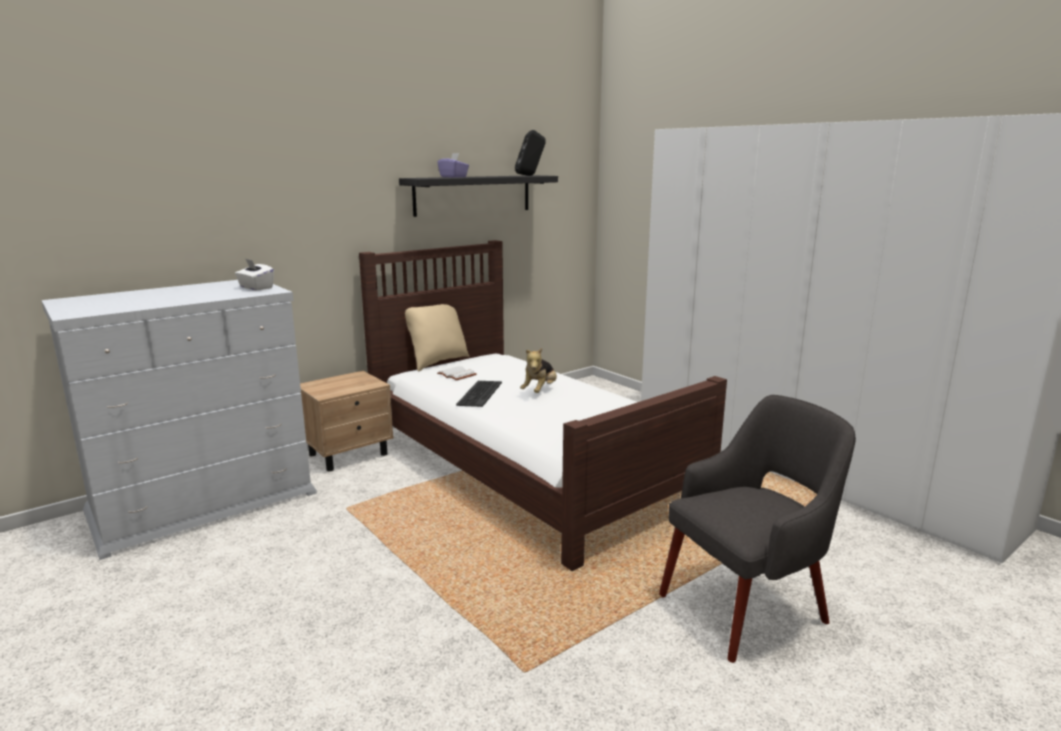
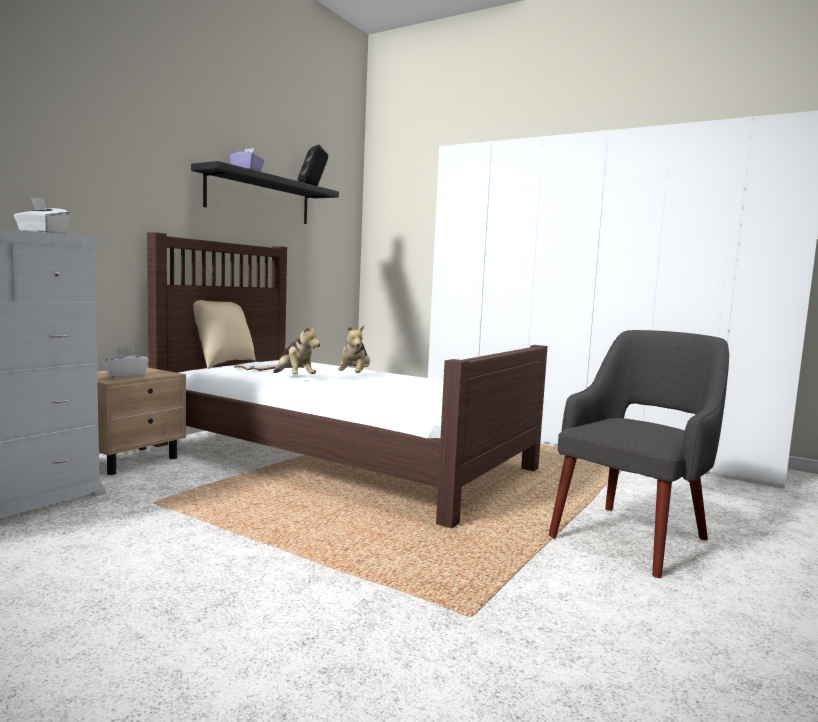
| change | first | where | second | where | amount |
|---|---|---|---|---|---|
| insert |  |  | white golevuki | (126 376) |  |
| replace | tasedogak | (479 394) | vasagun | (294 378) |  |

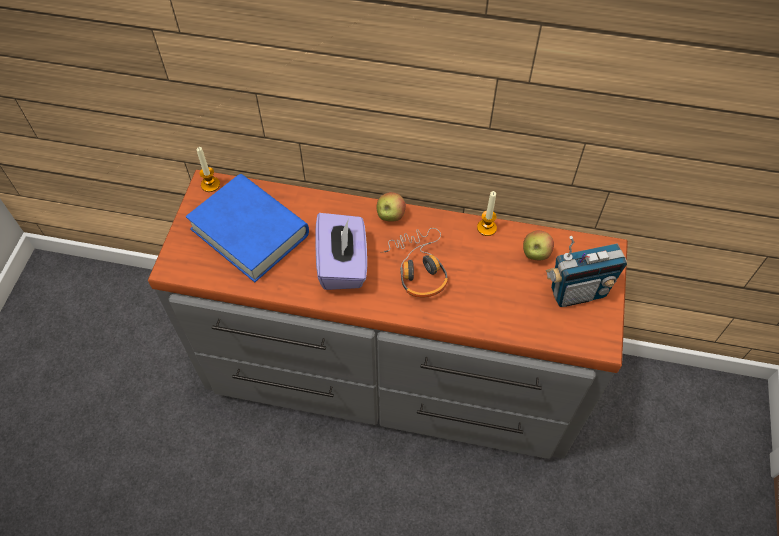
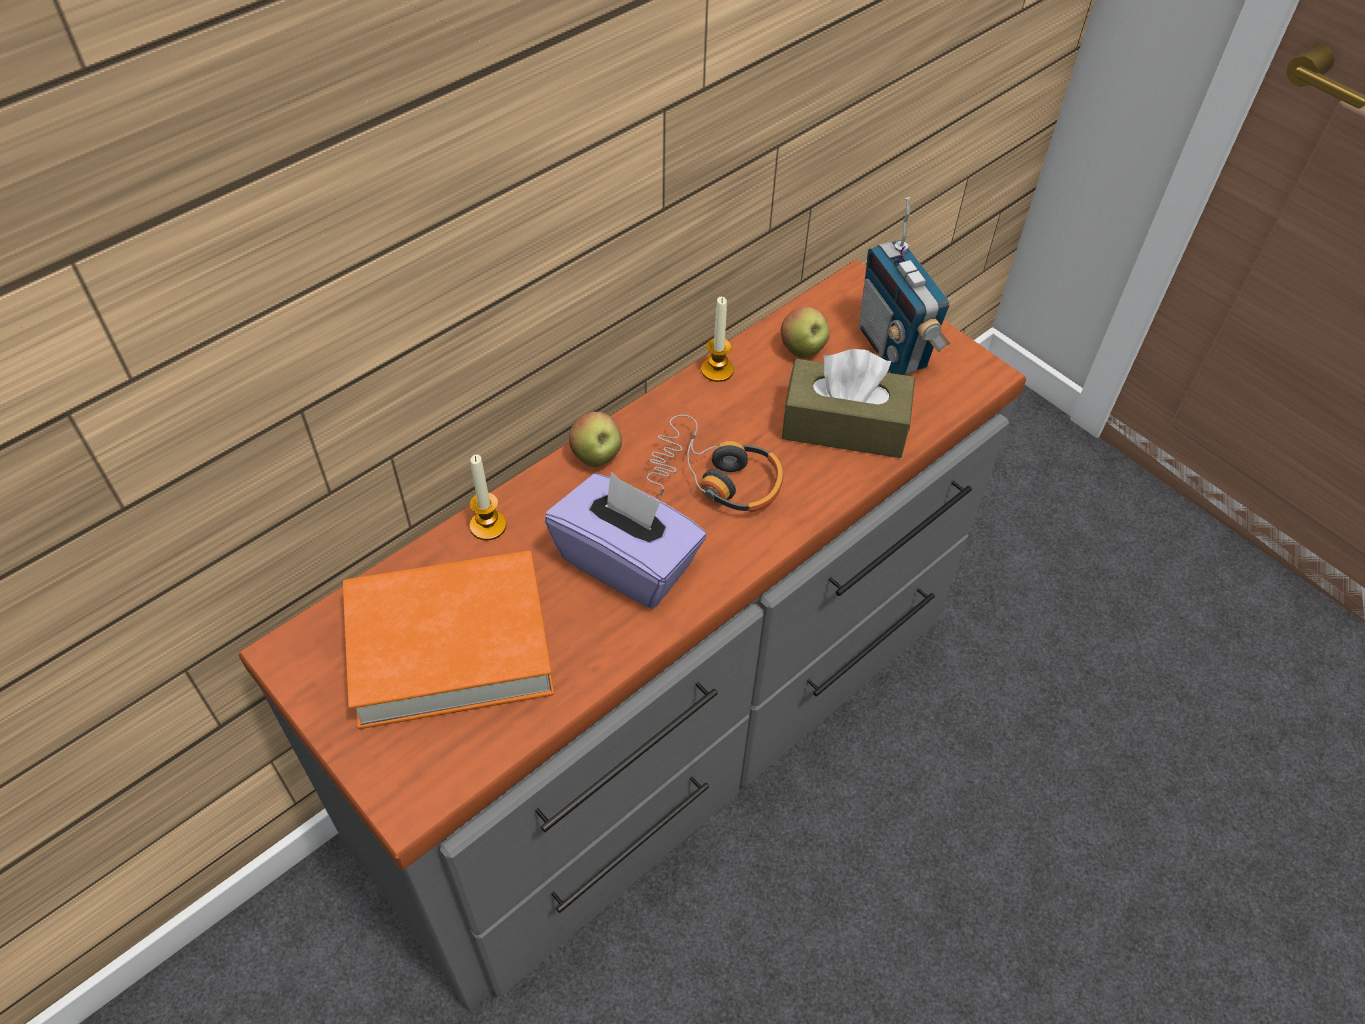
| change | first | where | second | where | amount |
|---|---|---|---|---|---|
| insert |  |  | brown golevuki | (844 425) |  |
| move | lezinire | (210 184) |  | (488 526) |  |
| recolor | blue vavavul | (250 232) | orange vavavul | (450 646) |  |
| rotate | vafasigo | (577 292) |  | (893 348) | 135 degrees clockwise |

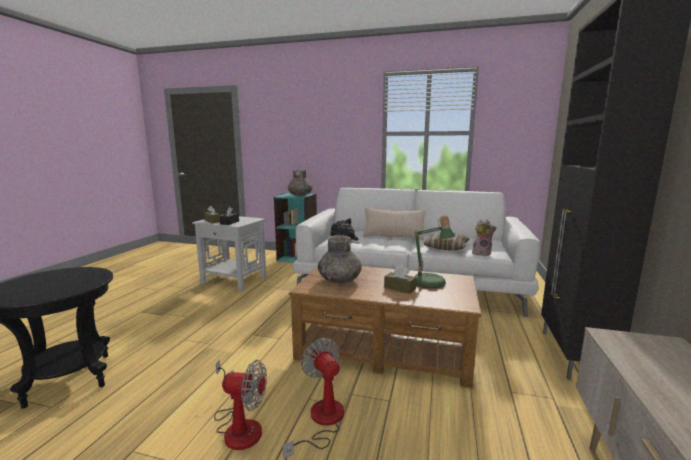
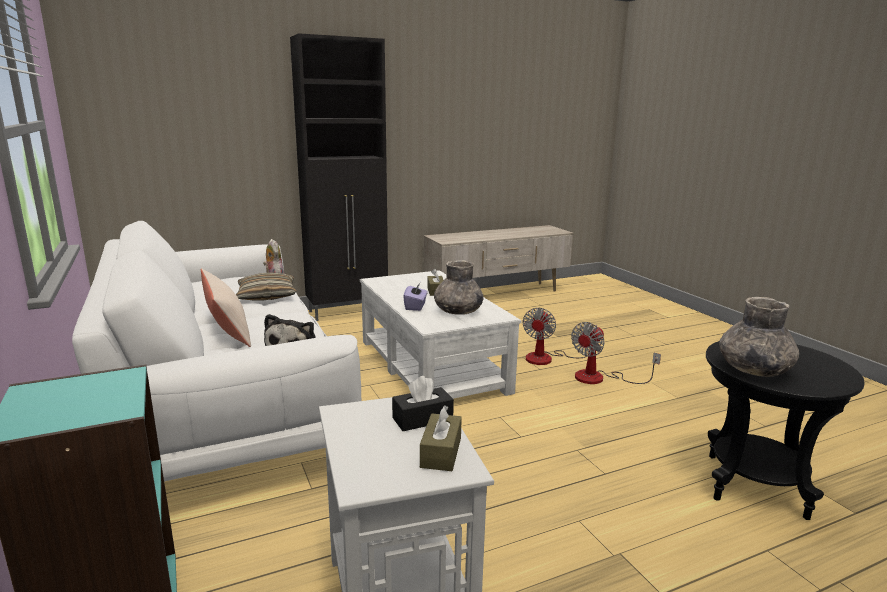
| change | first | where | second | where | amount |
|---|---|---|---|---|---|
| delete | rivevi | (430 284) |  |  |  |
| insert |  |  | purple golevuki | (415 306) |  |
| move | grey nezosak | (300 195) |  | (753 369) |  |
| recolor | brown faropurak | (385 348) | white faropurak | (432 365) |  |
| rotate | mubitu | (239 426) |  | (600 378) | 105 degrees counterclockwise |

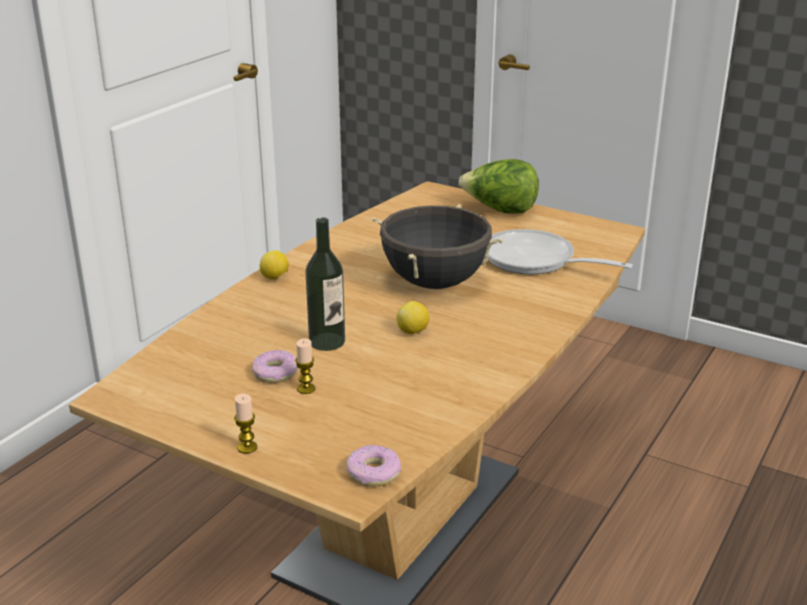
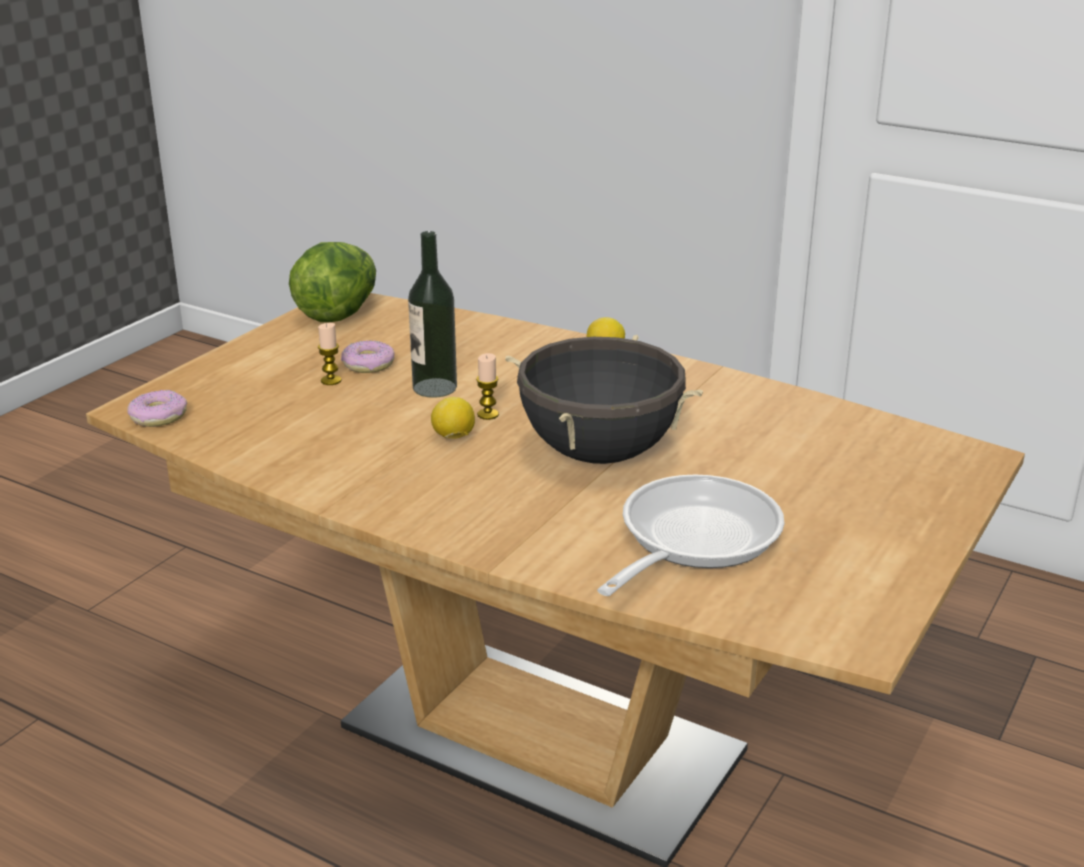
| change | first | where | second | where | amount |
|---|---|---|---|---|---|
| move | lezinire | (247 447) |  | (488 414) |  |
| move | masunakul | (500 210) |  | (338 312) |  |

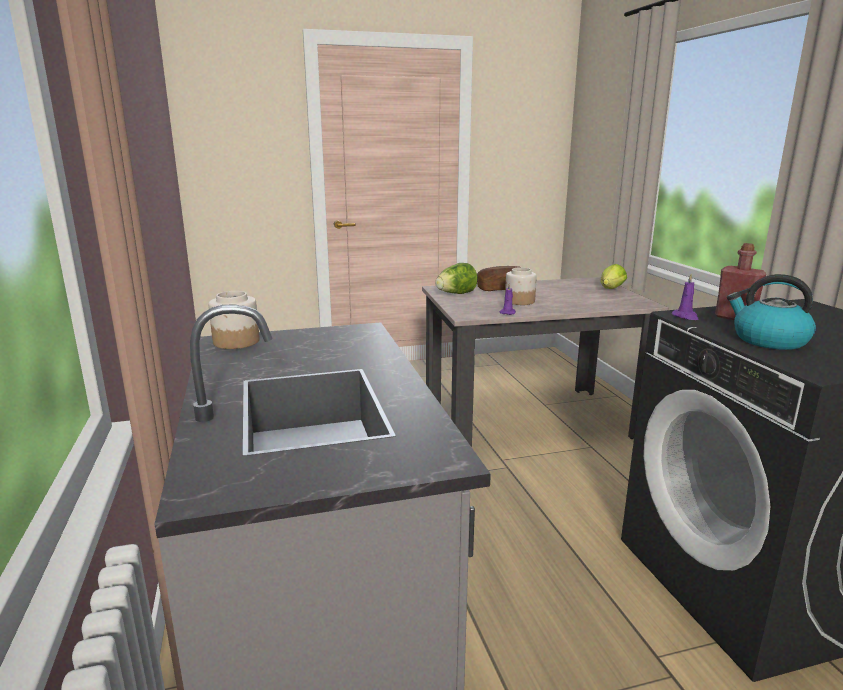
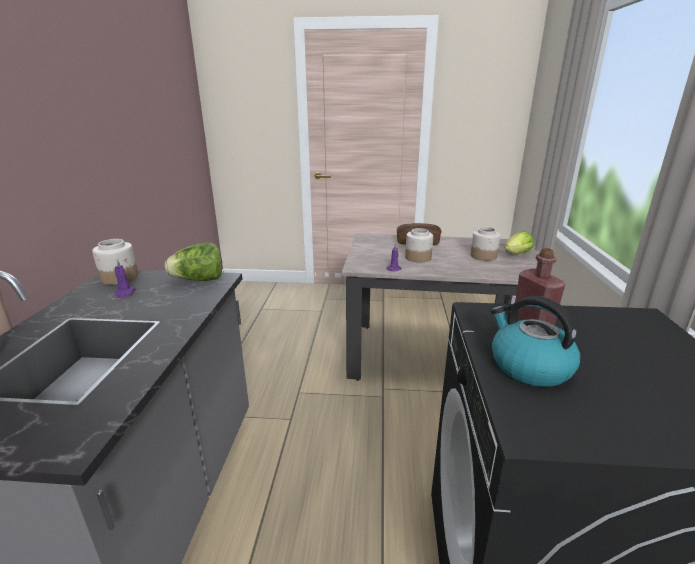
| change | first | where | second | where | amount |
|---|---|---|---|---|---|
| insert |  |  | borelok | (483 256) |  |
| move | masunakul | (456 294) |  | (199 280) |  |
| move | purple lezinire | (685 317) |  | (125 293) |  |

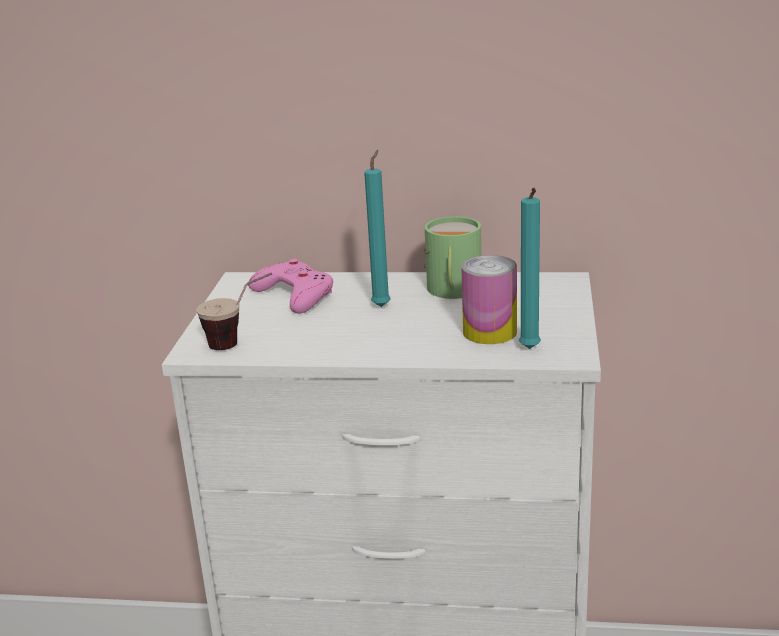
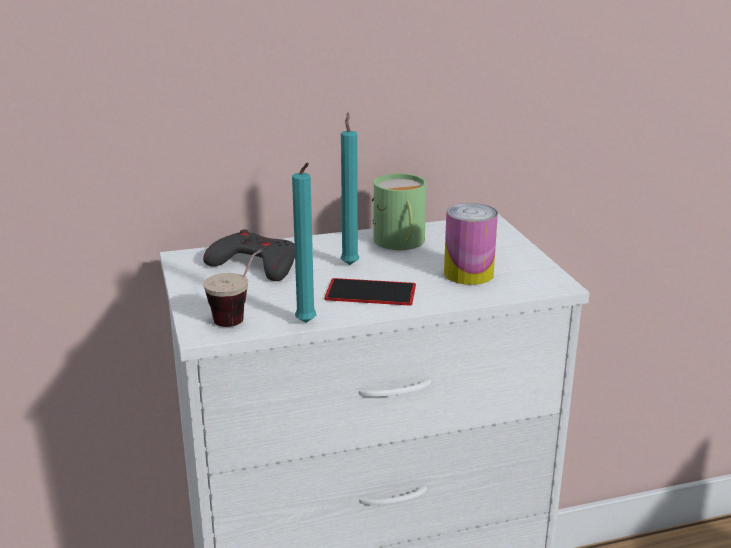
| change | first | where | second | where | amount |
|---|---|---|---|---|---|
| insert |  |  | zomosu | (370 292) |  |
| move | turquoise lezinire | (529 350) |  | (307 324) |  |
| recolor | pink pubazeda | (295 294) | grey pubazeda | (255 264) |  |

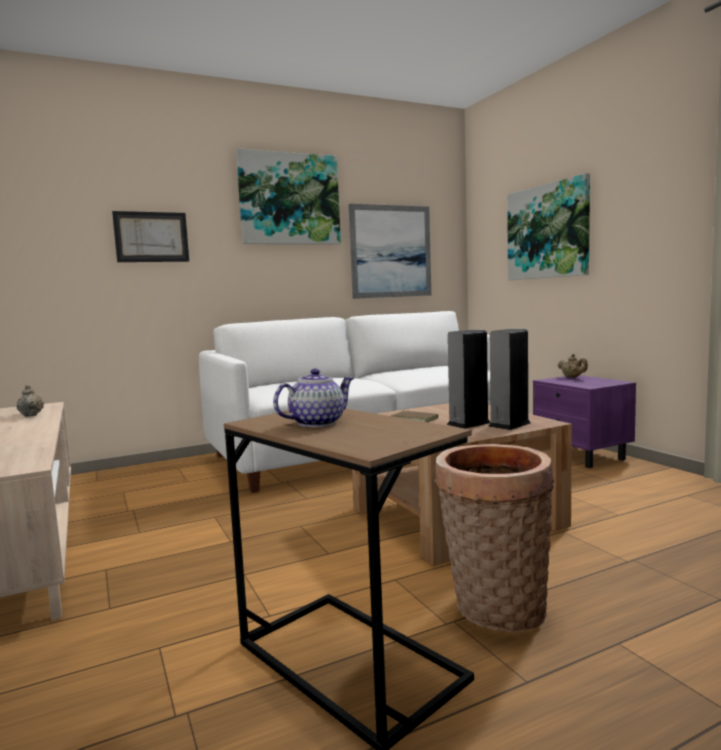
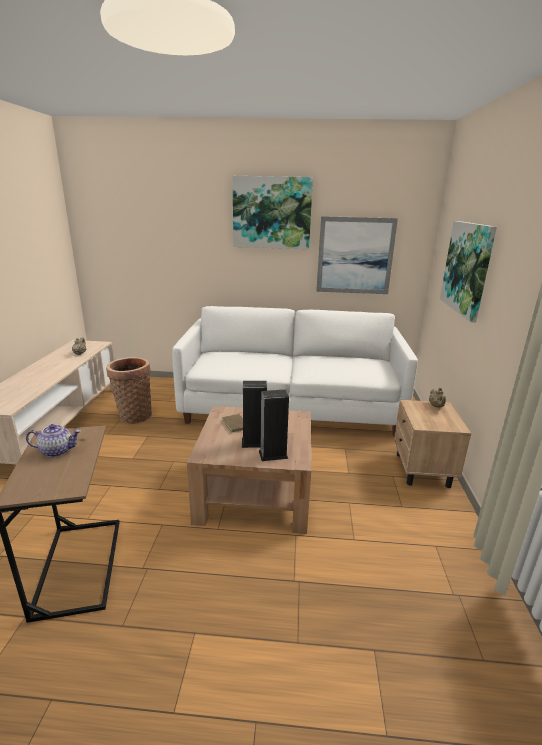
| change | first | where | second | where | amount |
|---|---|---|---|---|---|
| delete | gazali | (151 237) |  |  |  |
| move | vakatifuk | (494 608) |  | (134 415) |  |
| recolor | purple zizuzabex | (582 456) | beige zizuzabex | (422 470) |  |

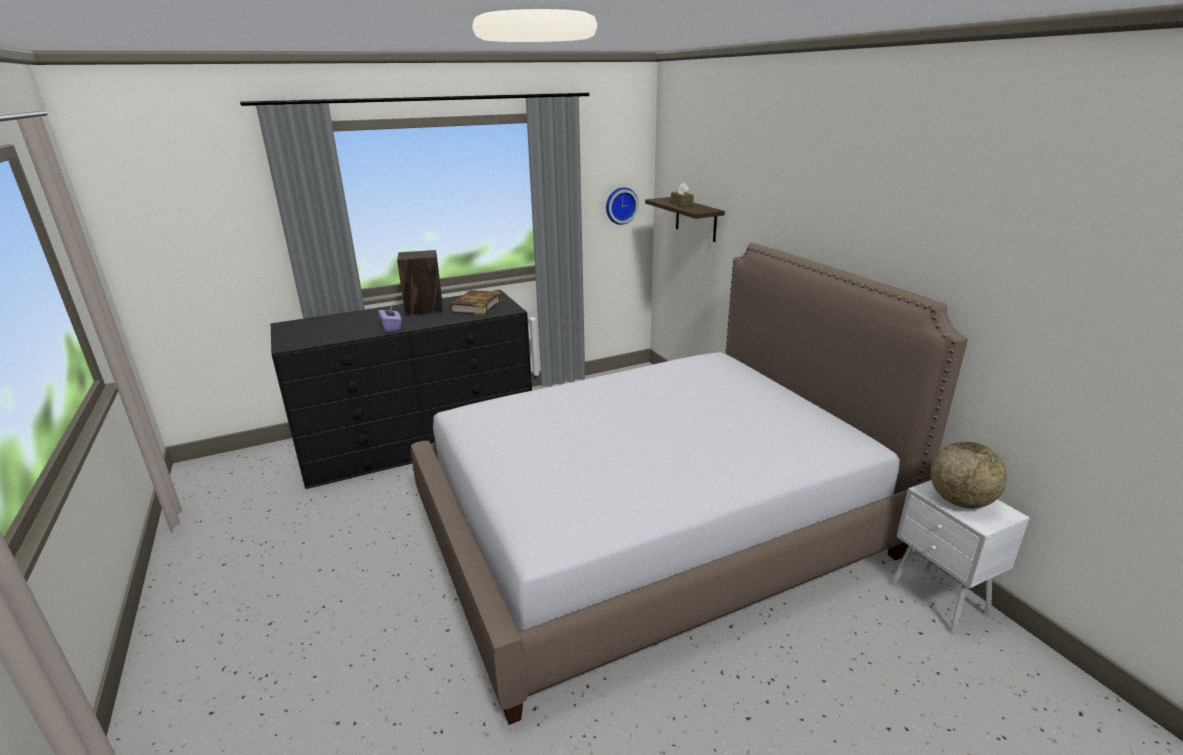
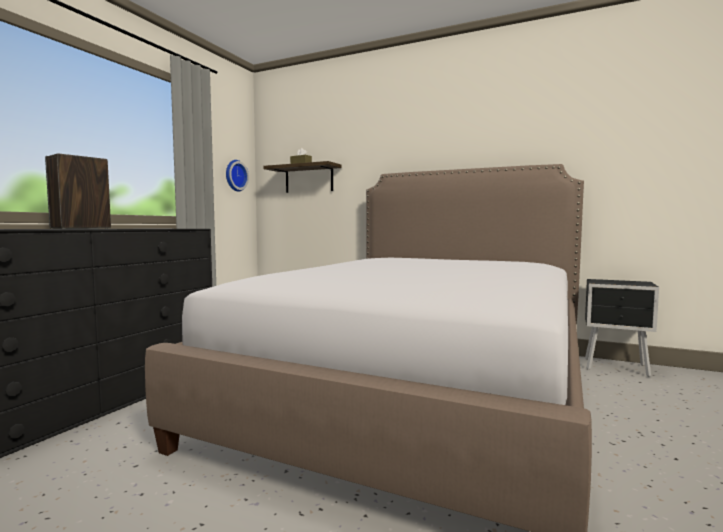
| change | first | where | second | where | amount |
|---|---|---|---|---|---|
| delete | purple golevuki | (391 327) |  |  |  |
| delete | vavavul | (476 306) |  |  |  |
| delete | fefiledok | (960 501) |  |  |  |
| recolor | white zizuzabex | (939 601) | black zizuzabex | (617 368) |  |

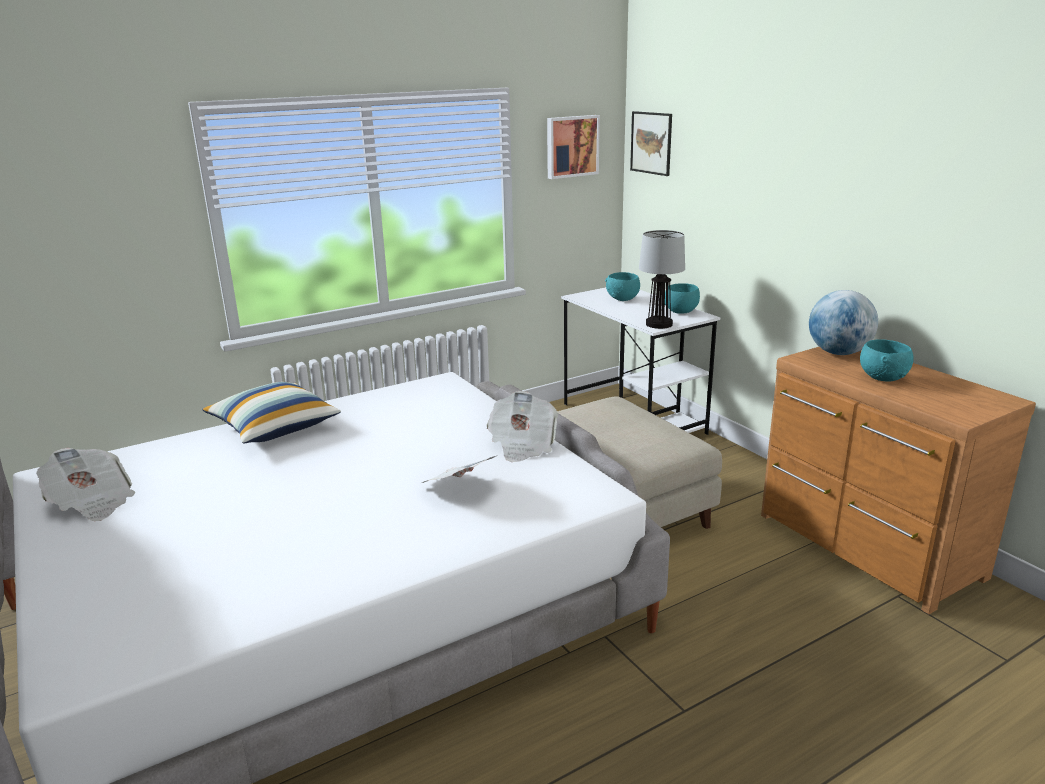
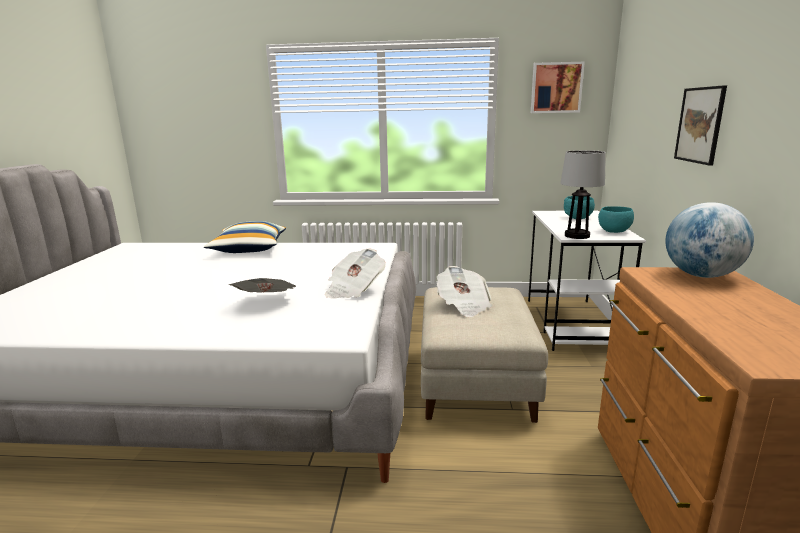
| change | first | where | second | where | amount |
|---|---|---|---|---|---|
| delete | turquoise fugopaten | (883 378) |  |  |  |
| move | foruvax | (92 503) |  | (463 305) |  |
| move | gazali | (651 143) |  | (699 125) |  |

